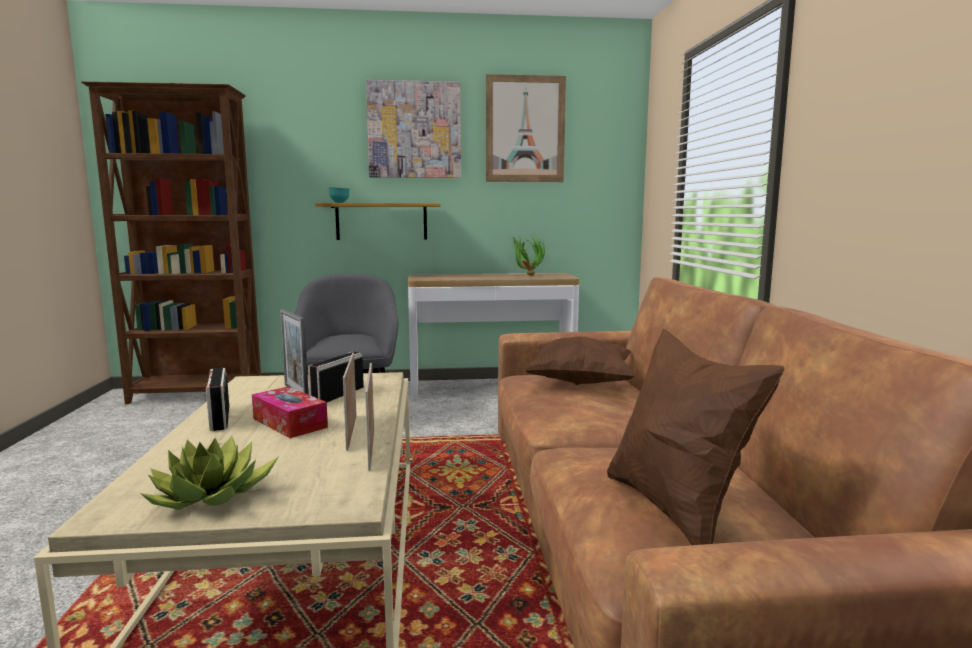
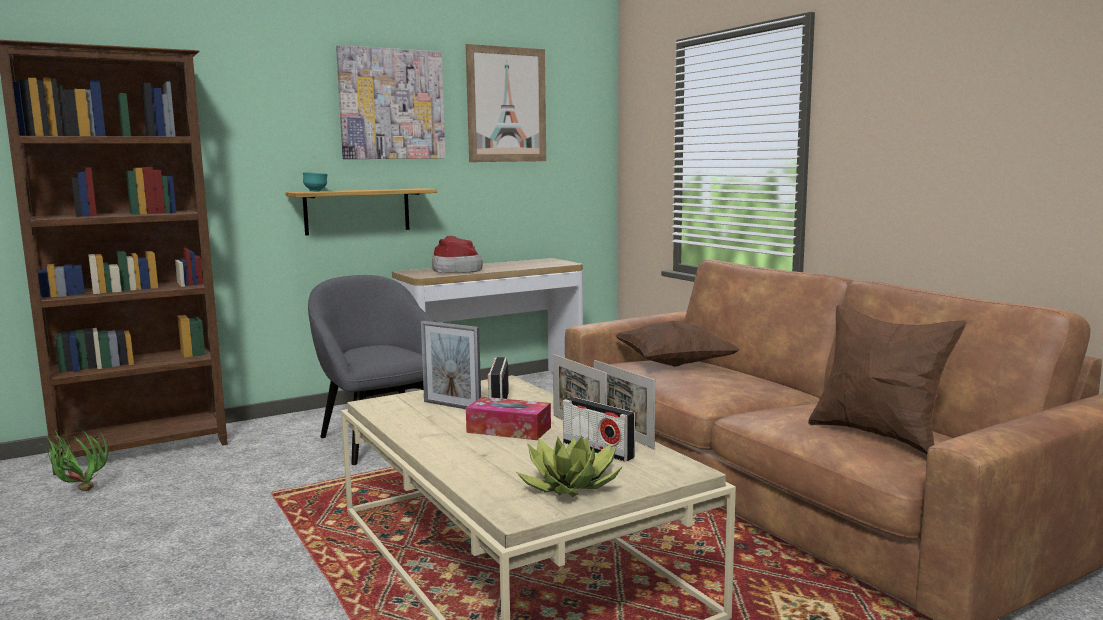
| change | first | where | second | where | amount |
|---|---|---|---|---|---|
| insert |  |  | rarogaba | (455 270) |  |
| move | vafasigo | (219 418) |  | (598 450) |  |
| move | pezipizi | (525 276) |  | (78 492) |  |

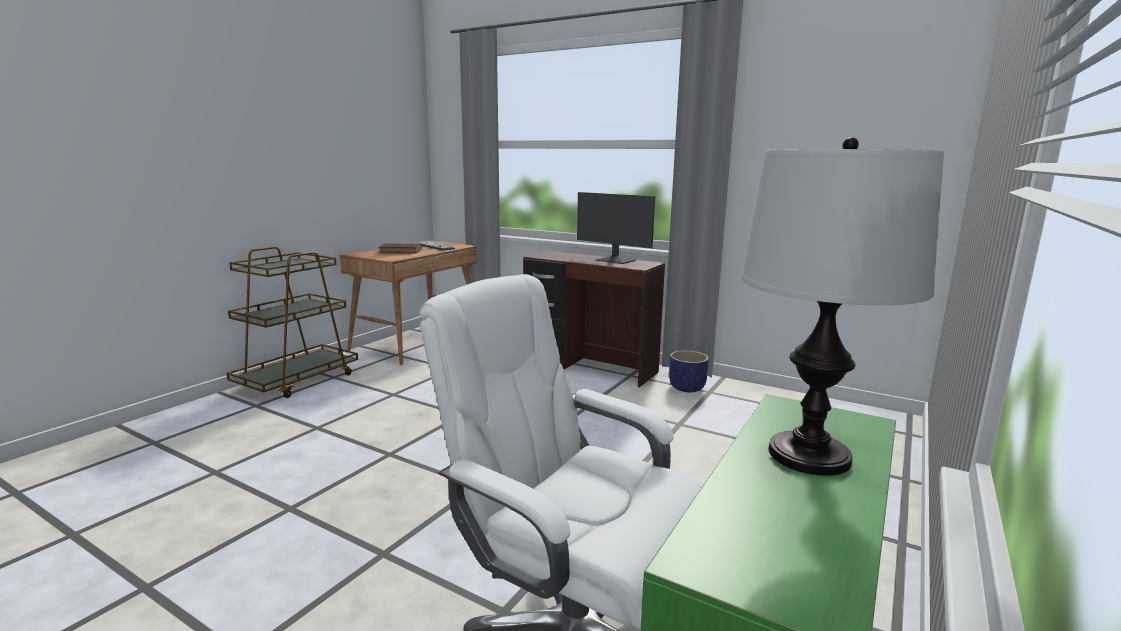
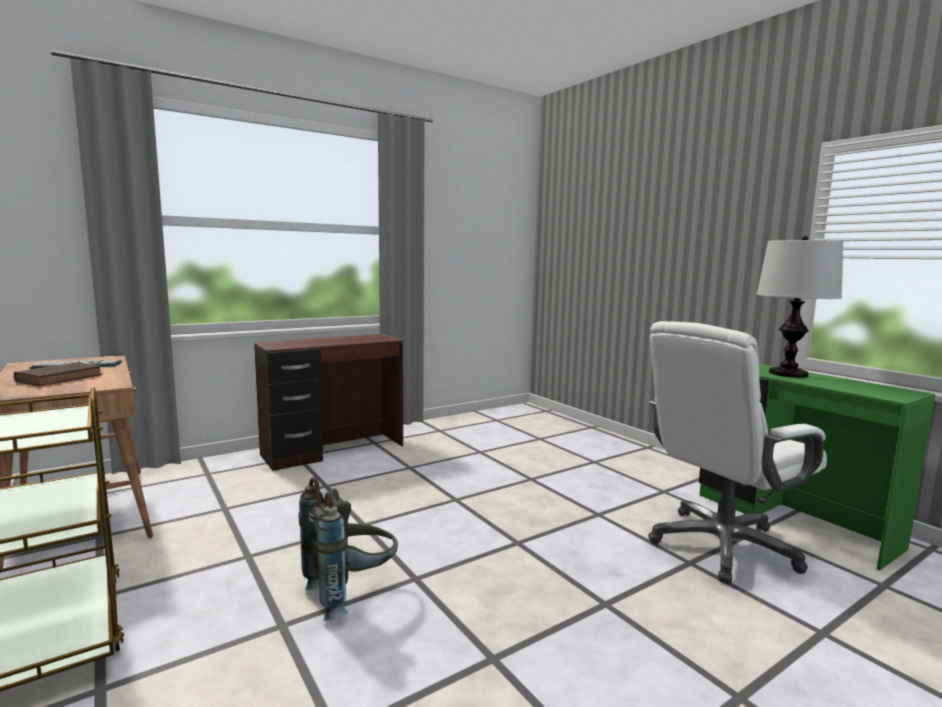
| change | first | where | second | where | amount |
|---|---|---|---|---|---|
| delete | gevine | (615 260) |  |  |  |
| delete | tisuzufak | (687 388) |  |  |  |
| insert |  |  | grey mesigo | (351 593) |  |

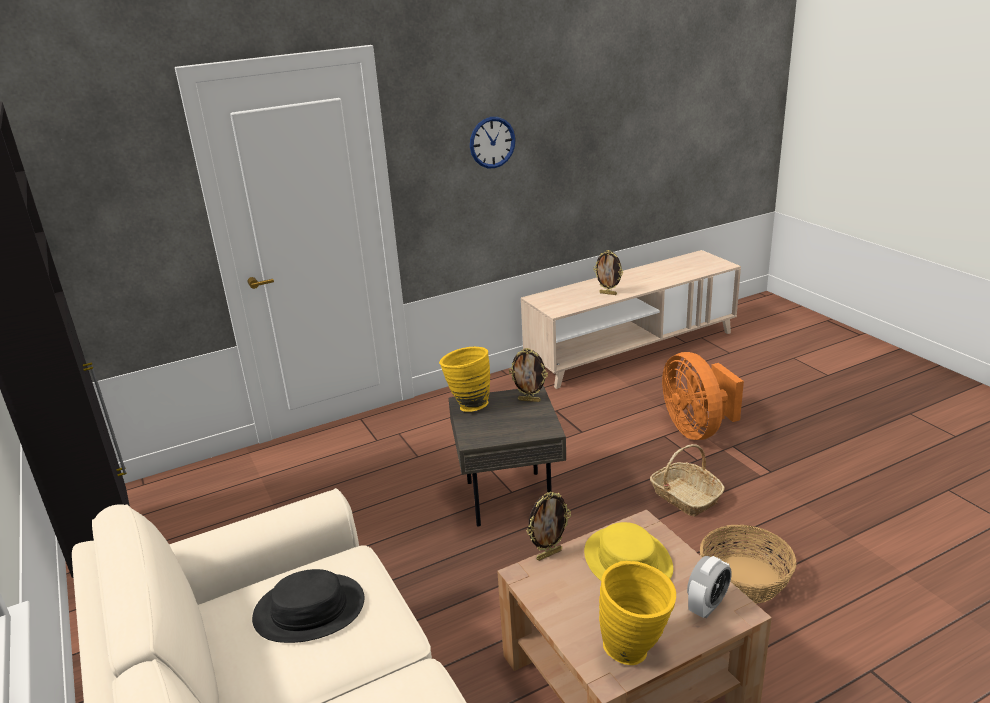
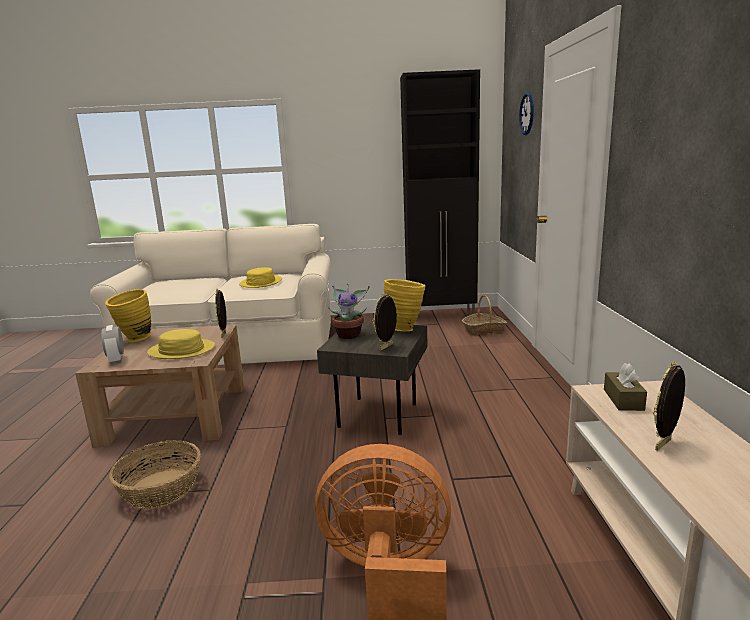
| change | first | where | second | where | amount |
|---|---|---|---|---|---|
| insert |  |  | pezipizi | (349 335) |  |
| insert |  |  | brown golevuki | (623 399) |  |
| move | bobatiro | (492 142) |  | (527 114) |  |
| move | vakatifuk | (685 497) |  | (484 330) |  |
| recolor | black rarogaba | (309 610) | yellow rarogaba | (260 283) |  |

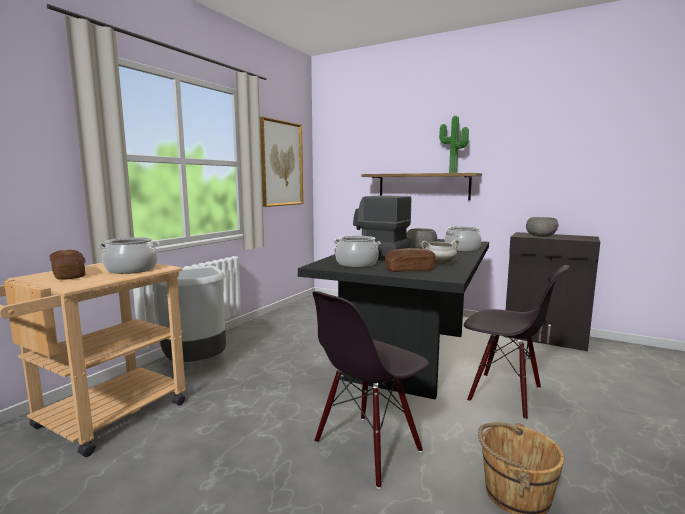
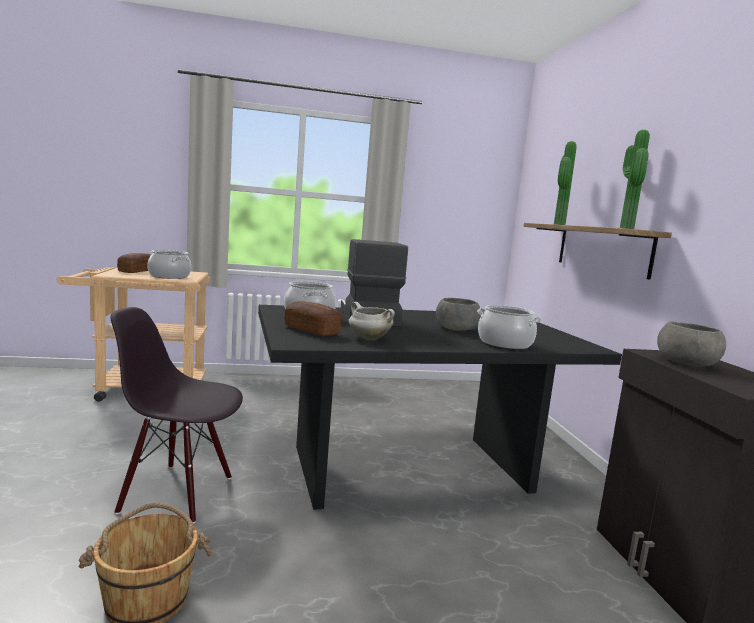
| change | first | where | second | where | amount |
|---|---|---|---|---|---|
| delete | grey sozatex | (196 365) |  |  |  |
| delete | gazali | (281 163) |  |  |  |
| delete | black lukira | (505 394) |  |  |  |
| insert |  |  | pezipizi | (557 224) |  |

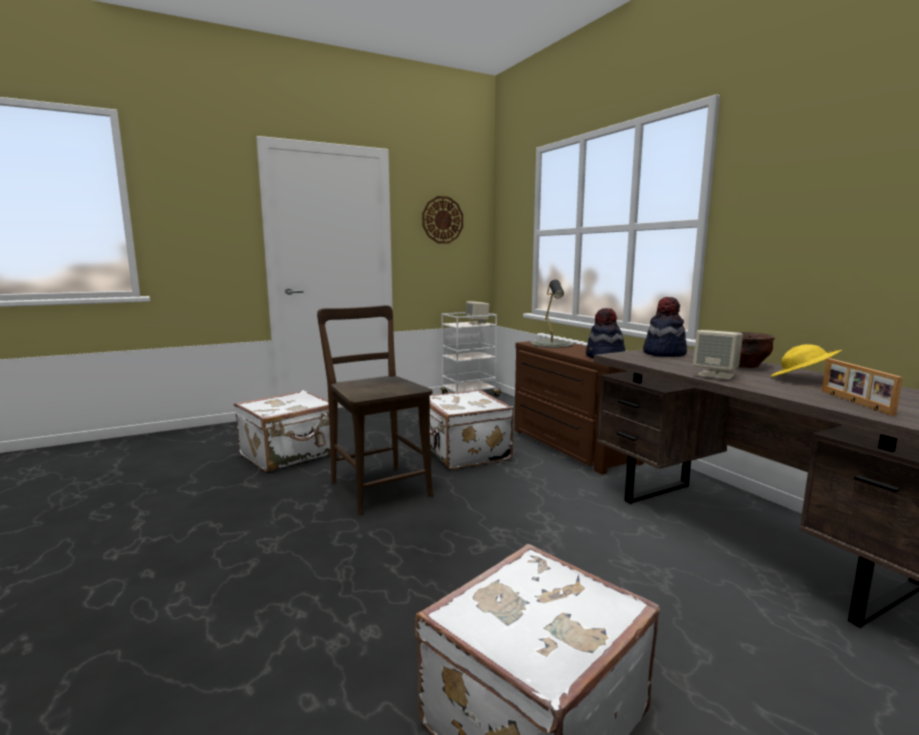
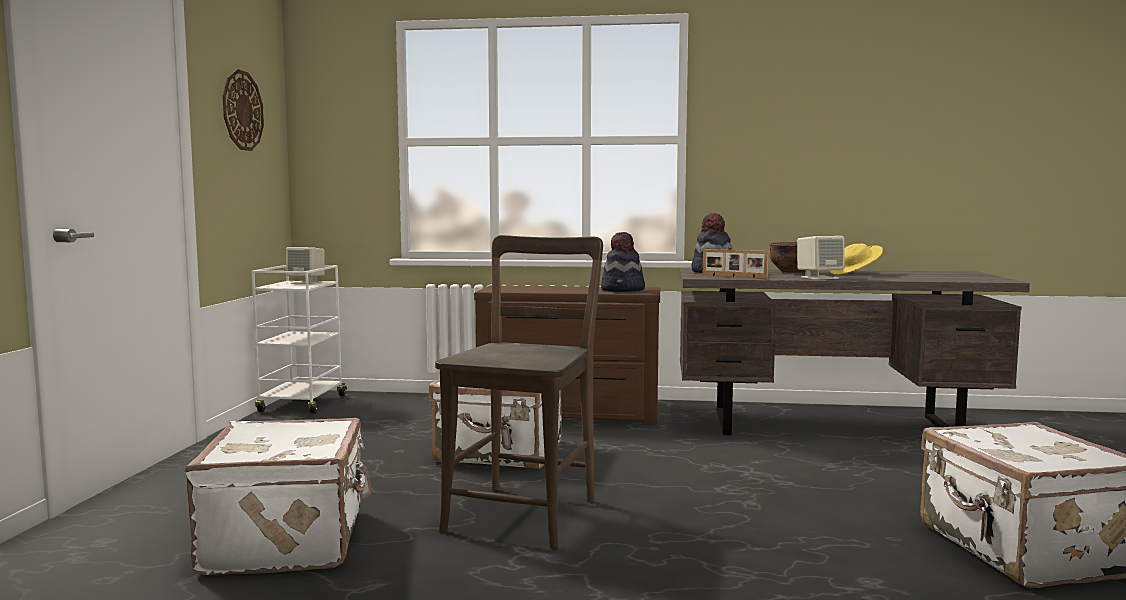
| change | first | where | second | where | amount |
|---|---|---|---|---|---|
| delete | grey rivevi | (552 344) |  |  |  |
| move | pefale | (854 402) |  | (733 277) |  |
| rotate | brown lukira | (378 486) |  | (525 512) | 105 degrees clockwise |

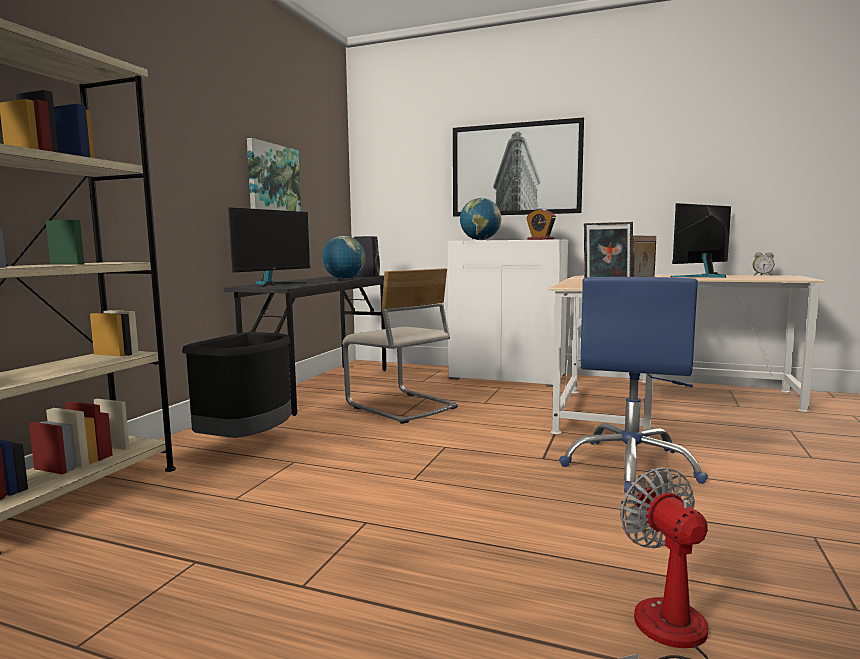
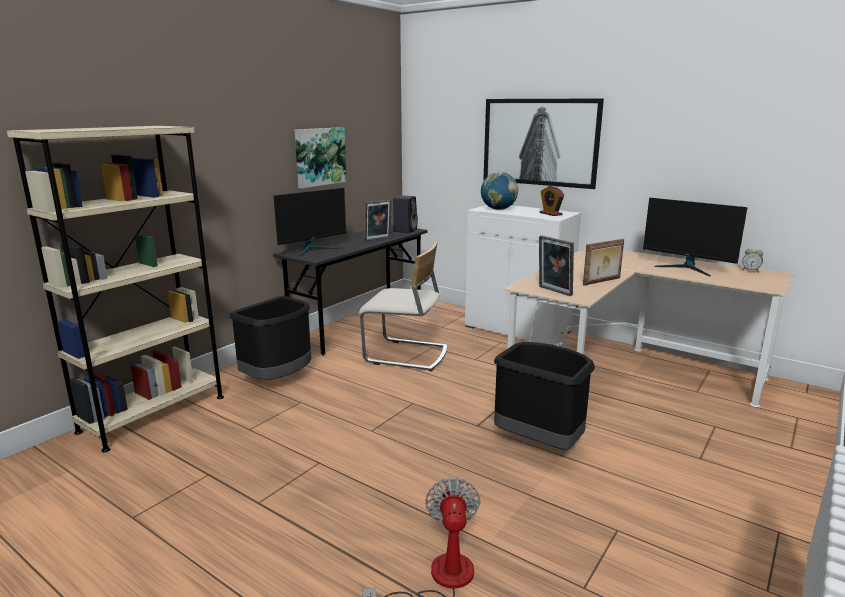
| change | first | where | second | where | amount |
|---|---|---|---|---|---|
| replace | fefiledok | (344 279) | pefale | (378 239) |  |
| replace | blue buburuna | (631 466) | black sozatex | (539 443) |  |
| rotate | beige lukira | (400 406) |  | (406 355) | 45 degrees counterclockwise |
| rotate | gevine | (702 276) |  | (687 268) | 120 degrees counterclockwise |

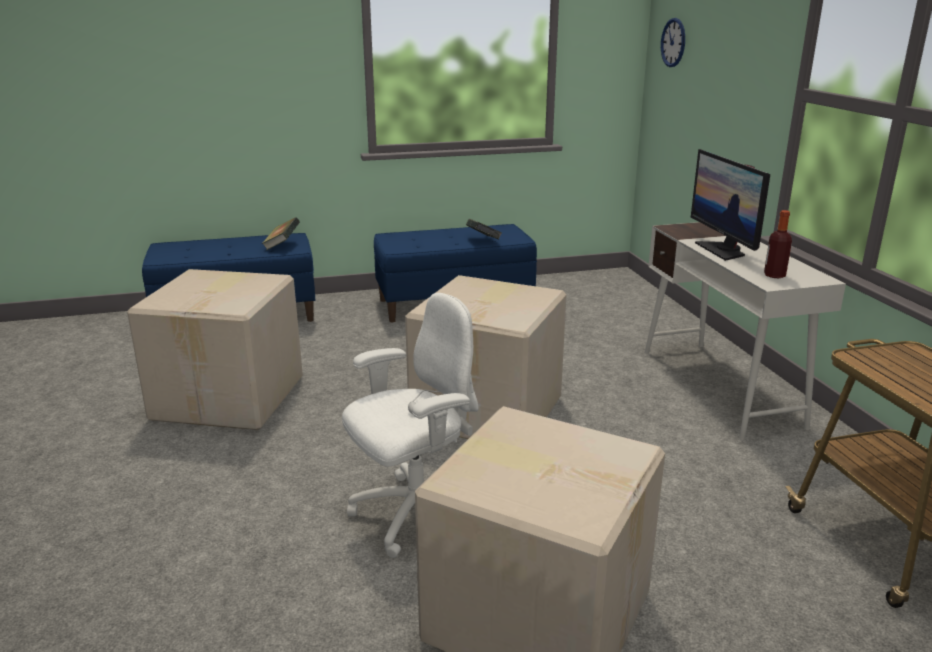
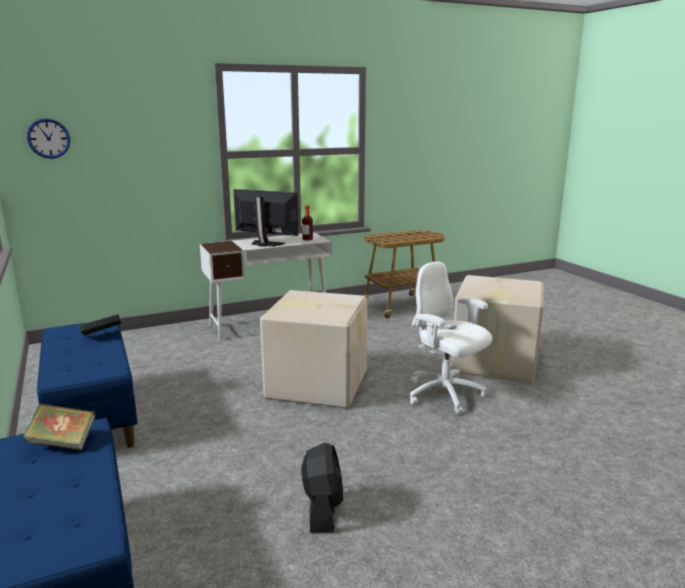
| change | first | where | second | where | amount |
|---|---|---|---|---|---|
| replace | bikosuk | (231 397) | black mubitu | (323 509) |  |
| rotate | gevine | (723 250) |  | (265 244) | 135 degrees counterclockwise |

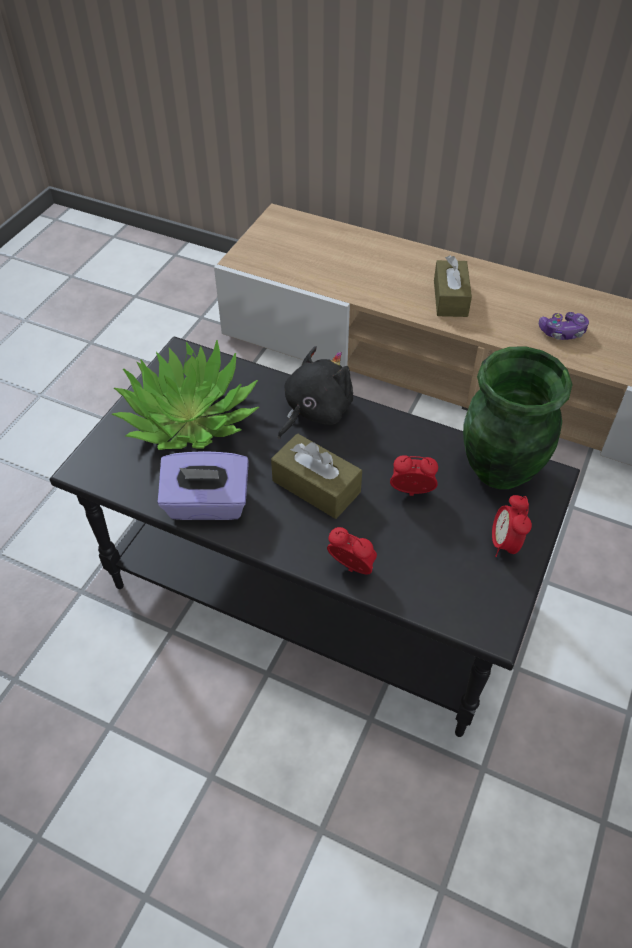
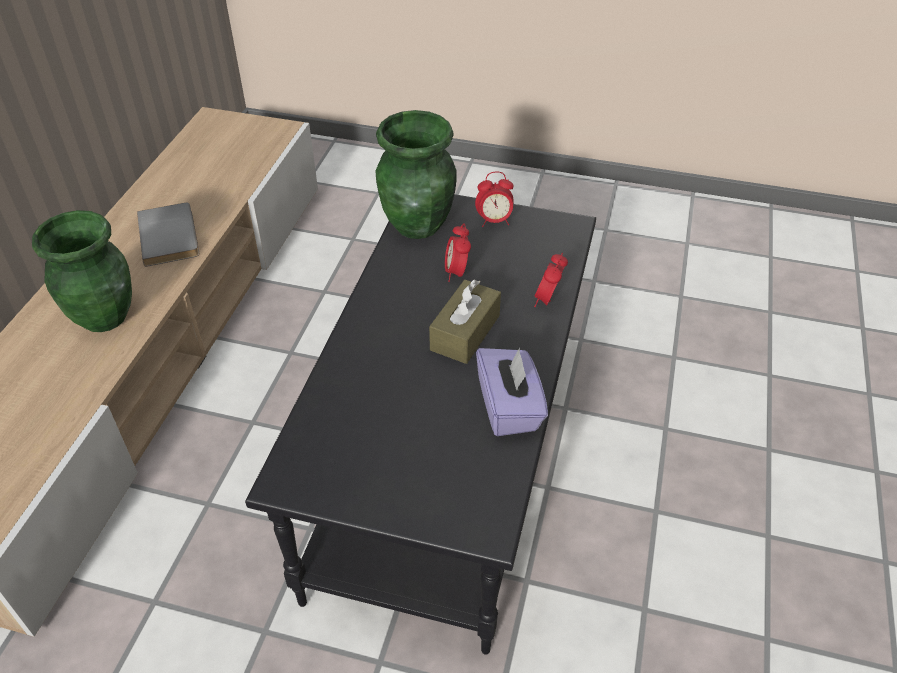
| change | first | where | second | where | amount |
|---|---|---|---|---|---|
| delete | pezipizi | (189 417) |  |  |  |
| delete | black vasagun | (314 411) |  |  |  |
| replace | brown golevuki | (450 298) | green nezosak | (105 316) |  |
| replace | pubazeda | (562 332) | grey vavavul | (171 236) |  |

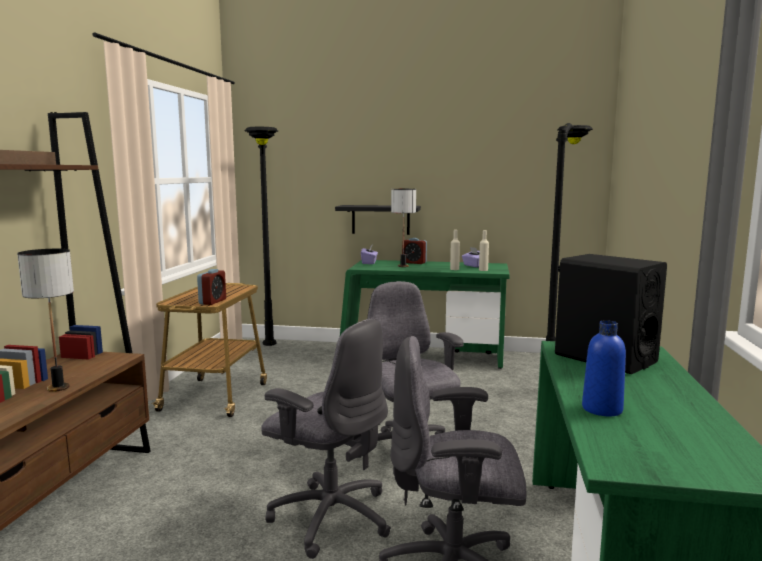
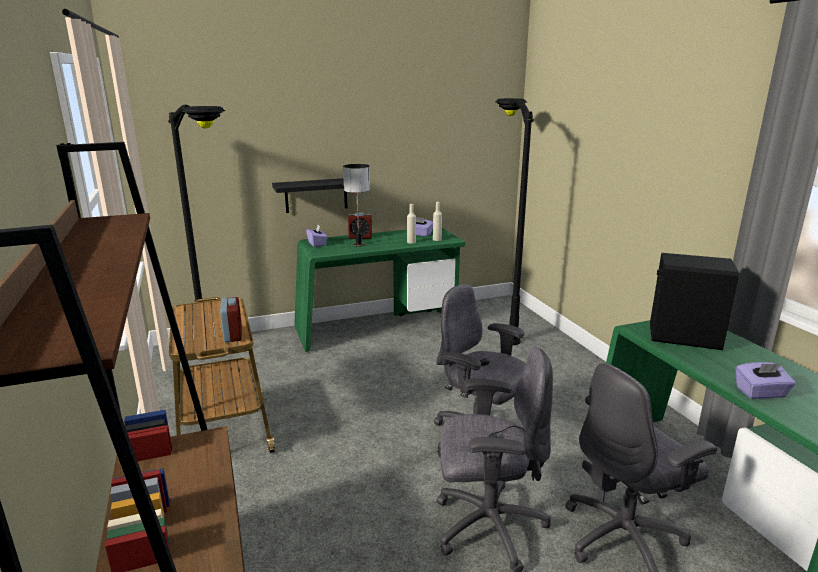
| change | first | where | second | where | amount |
|---|---|---|---|---|---|
| delete | rivevi | (59 388) |  |  |  |
| replace | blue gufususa | (602 409) | purple golevuki | (761 393) |  |

